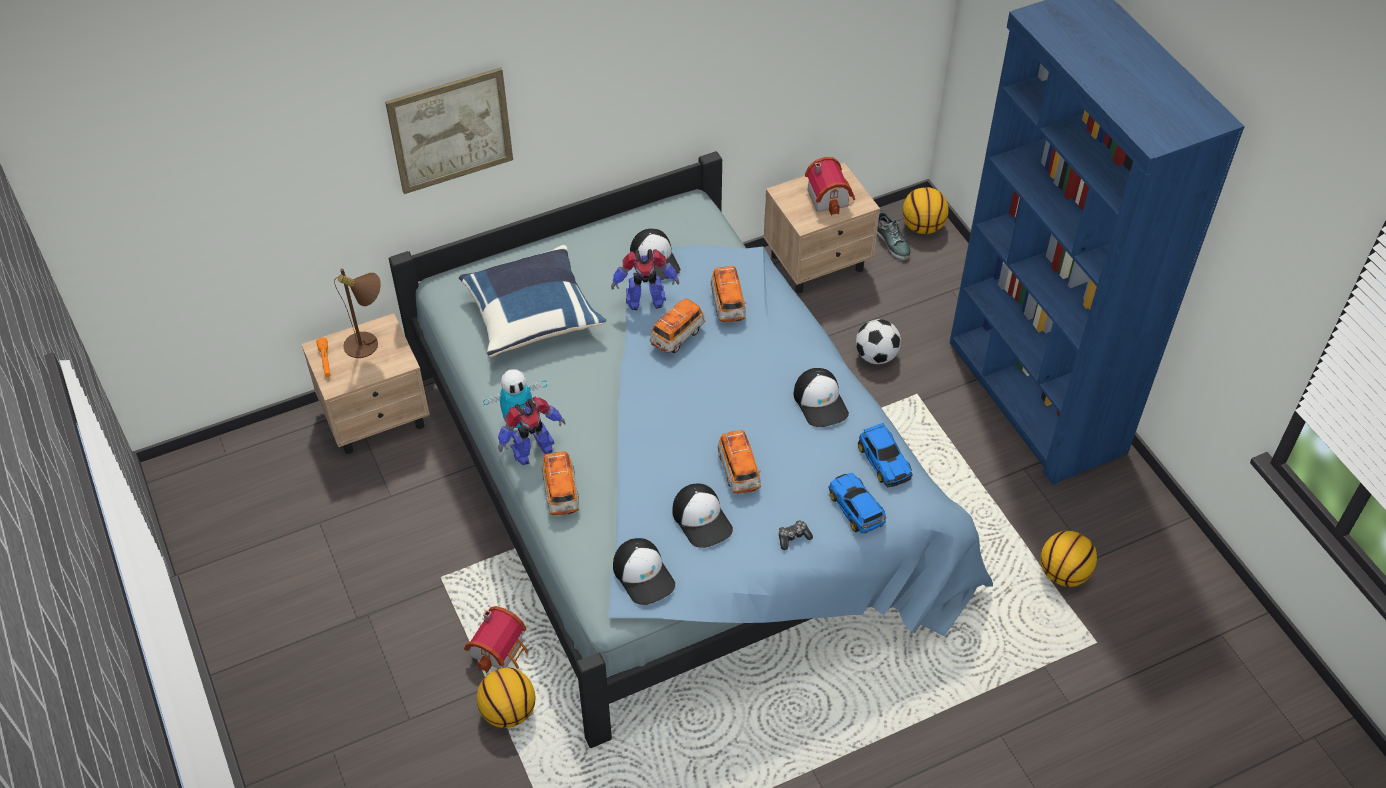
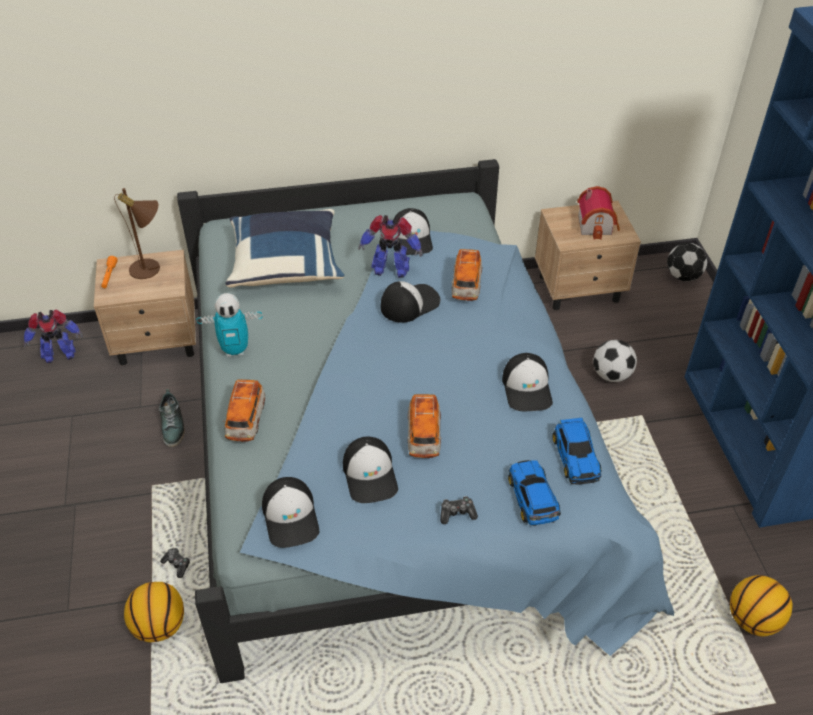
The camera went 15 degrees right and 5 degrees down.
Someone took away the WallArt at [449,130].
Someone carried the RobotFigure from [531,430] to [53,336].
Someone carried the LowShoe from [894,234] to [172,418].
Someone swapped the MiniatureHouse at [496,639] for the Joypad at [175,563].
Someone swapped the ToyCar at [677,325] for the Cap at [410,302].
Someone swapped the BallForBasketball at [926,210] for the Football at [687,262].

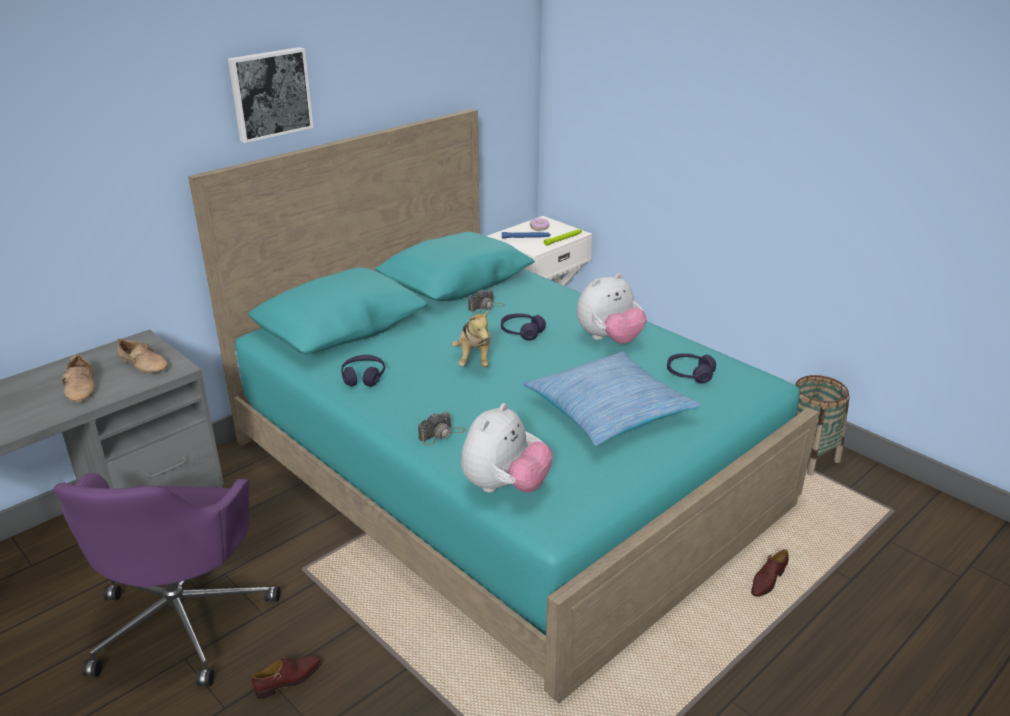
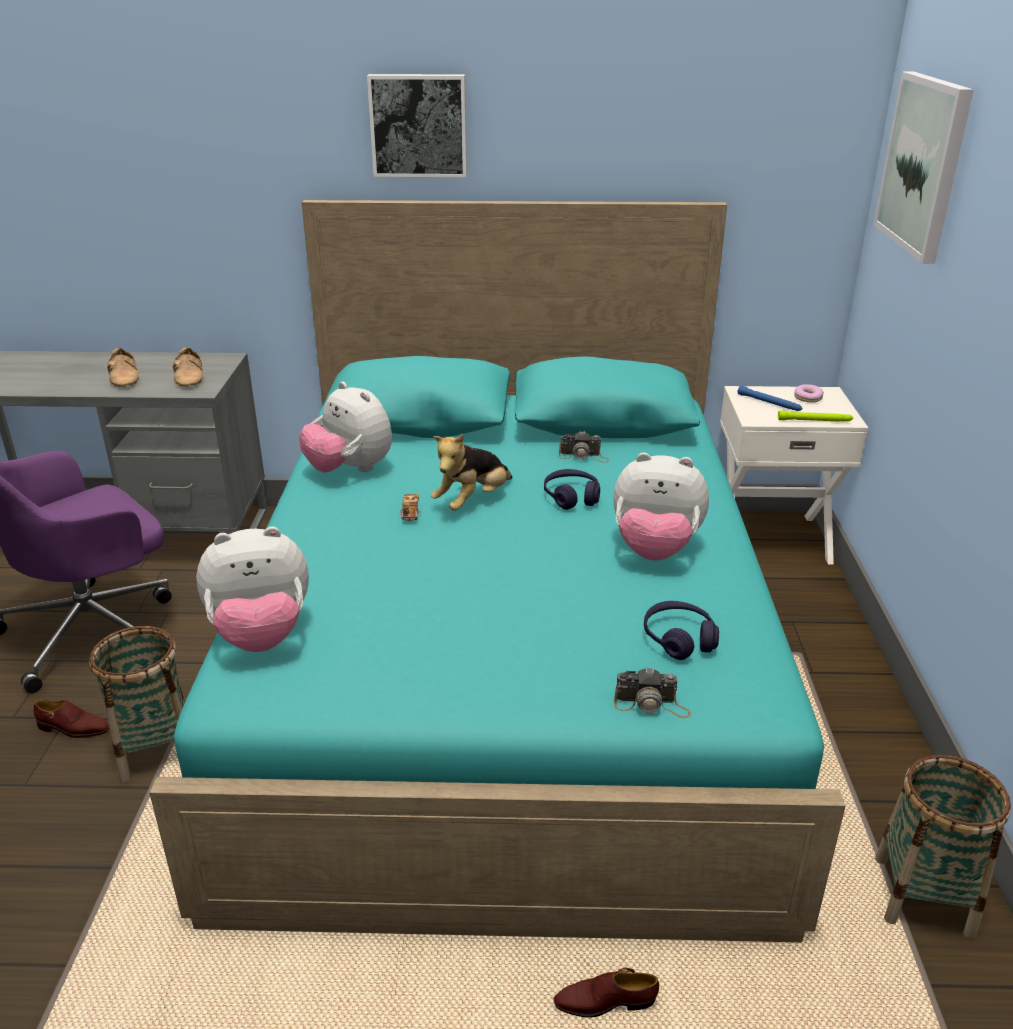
The camera went 45 degrees right and 0 degrees up.
Someone took away the Cushion at [612,398].
Someone put down the StorageBasket at [137,704].
Someone put down the ToyCar at [410,507].
Someone put up the WallArt at [924,168].
Someone carried the StillCamera from [441,428] to [652,692].
Someone swapped the PurplePairOfHeadphones at [363,371] for the SoftToy at [345,427].
Someone rotated the BeigeColouredLowShoe at [78,378] by 45 degrees counterclockwise.

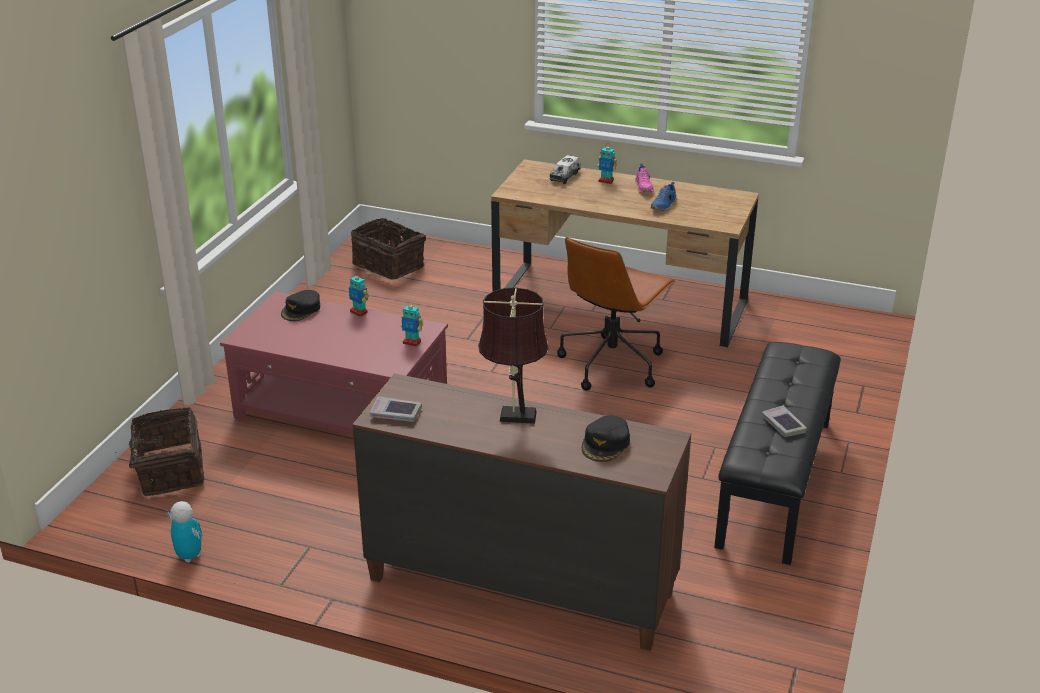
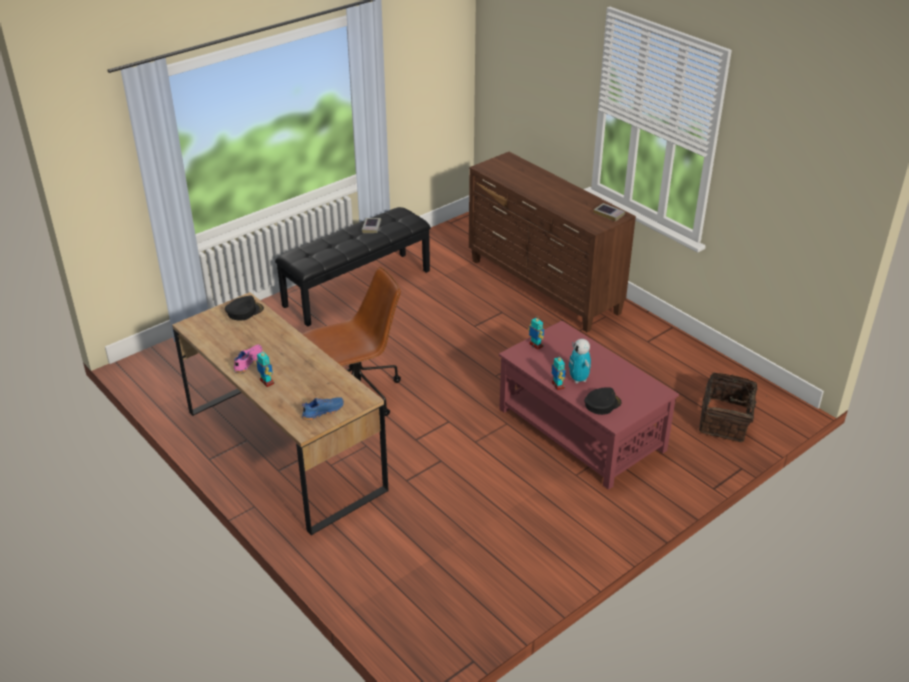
The camera went 150 degrees left and 5 degrees up.
Someone took away the StorageBasket at [388,249].
Someone took away the BrownishTabletopLamp at [513,355].
Someone took away the ToyLorry at [565,169].
Someone carried the RobotFigure from [183,532] to [580,361].
Someone carried the BlackishCap from [606,438] to [244,308].
Someone carried the BluishLowShoe from [663,196] to [323,409].

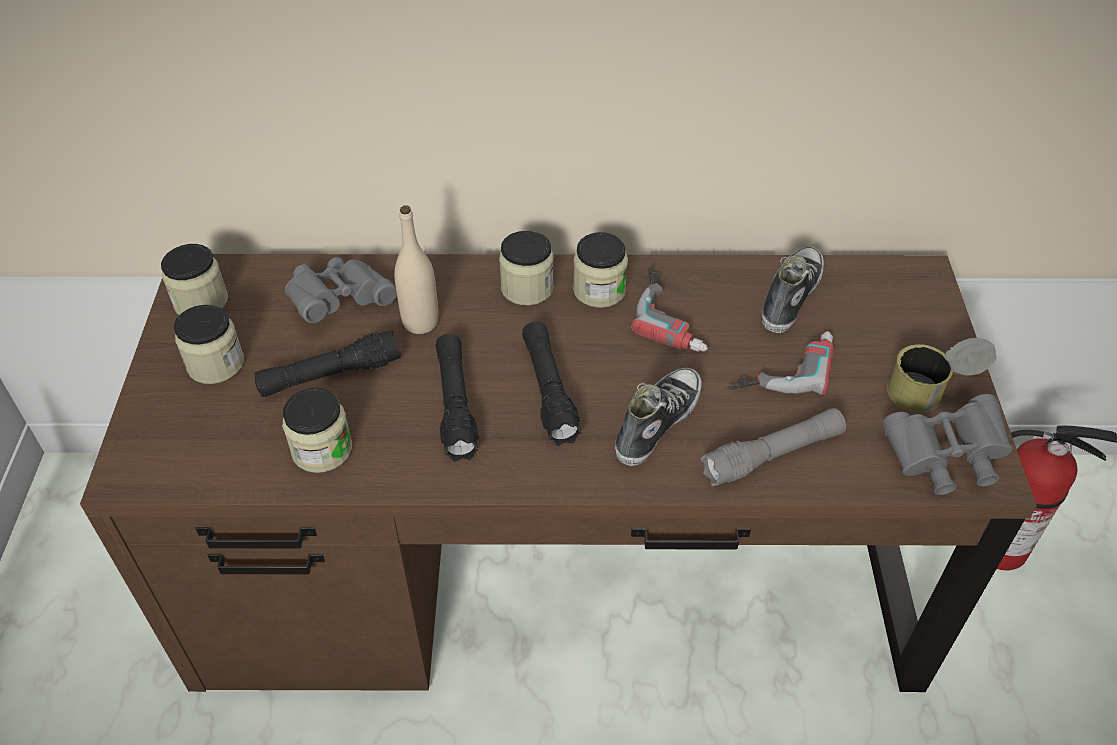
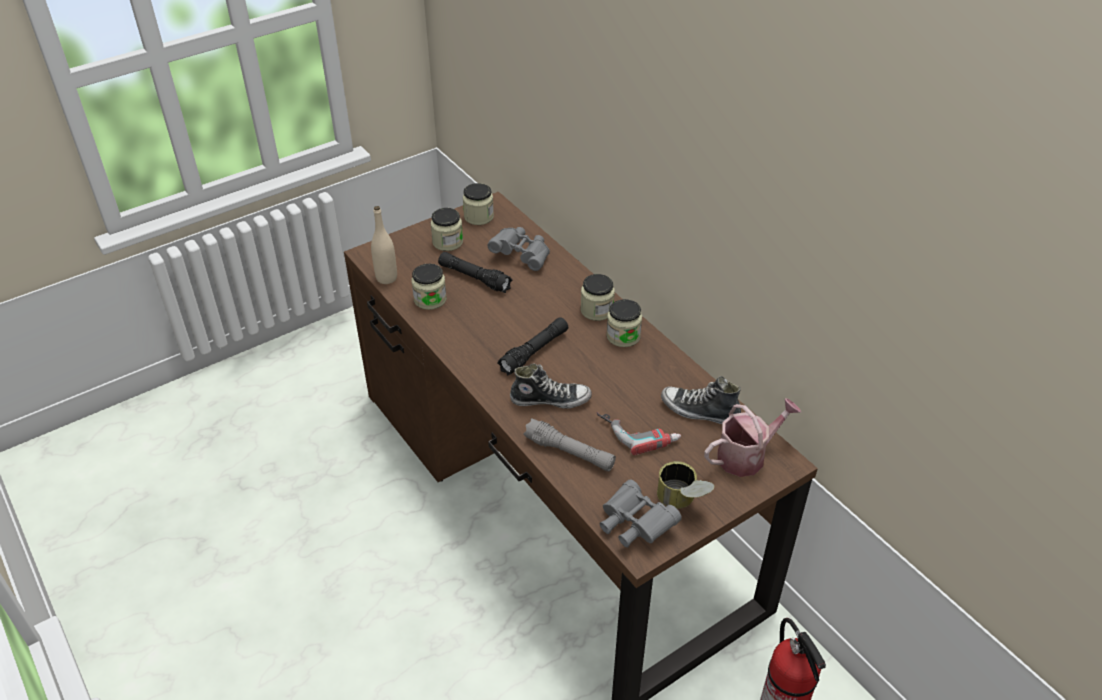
The camera went 55 degrees right and 5 degrees down.
Someone took away the BlackishTorch at [457,398].
Someone took away the PowerDrill at [669,309].
Someone put down the WateringCan at [752,437].
Someone carried the BeigeColouredBeverageBottle from [416,269] to [384,245].
Someone rotated the LowShoe at [793,290] by 150 degrees counterclockwise.

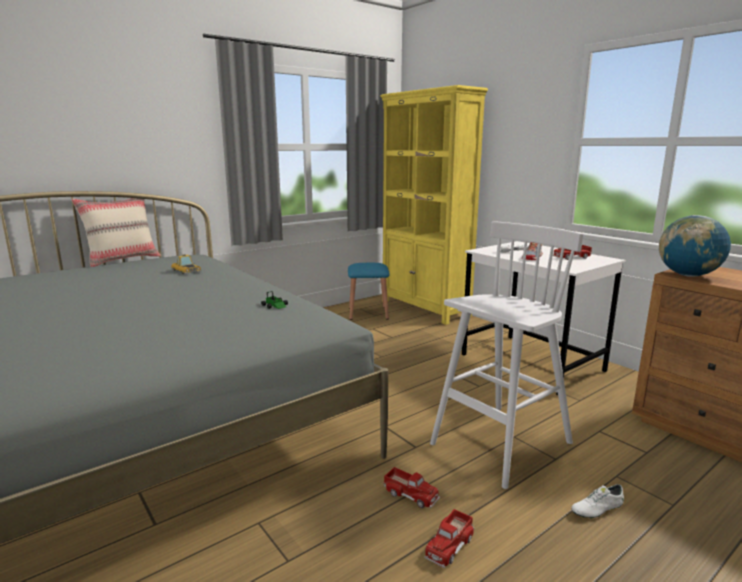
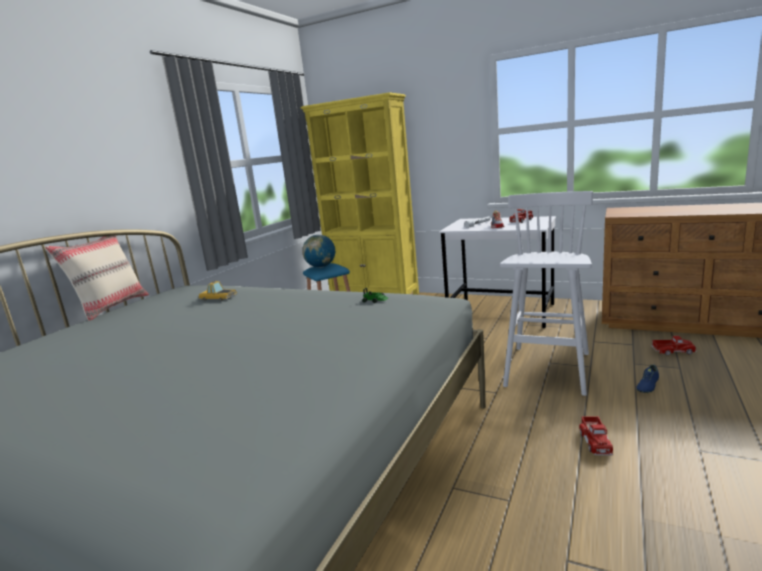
The camera went 25 degrees left and 0 degrees up.
Someone carried the ToyLorry from [411,487] to [674,345].
Someone carried the WorldGlobe from [695,246] to [318,251].
Someone repainted the WhiteLowShoe at [598,501], which became the BluishLowShoe at [647,379].

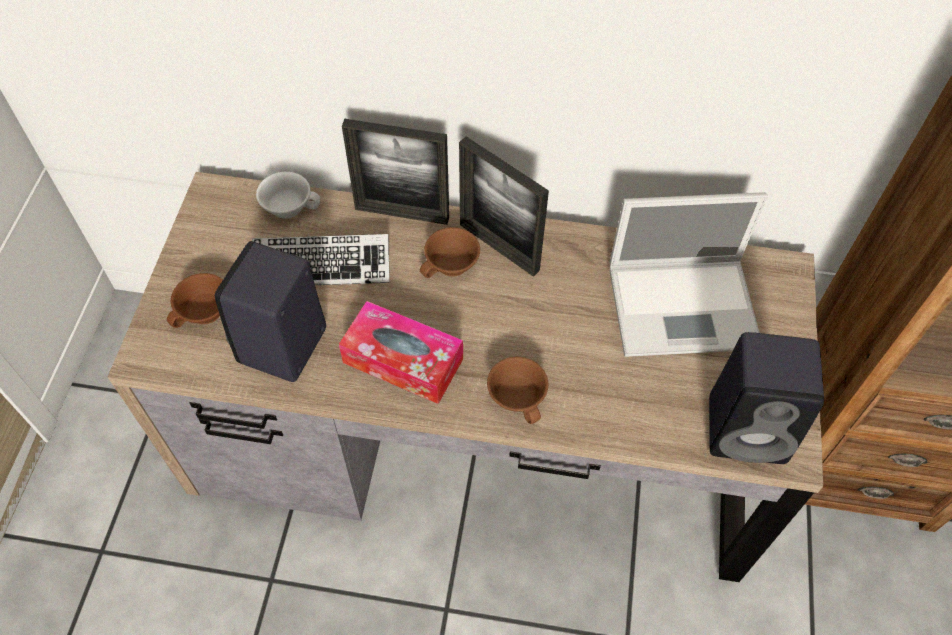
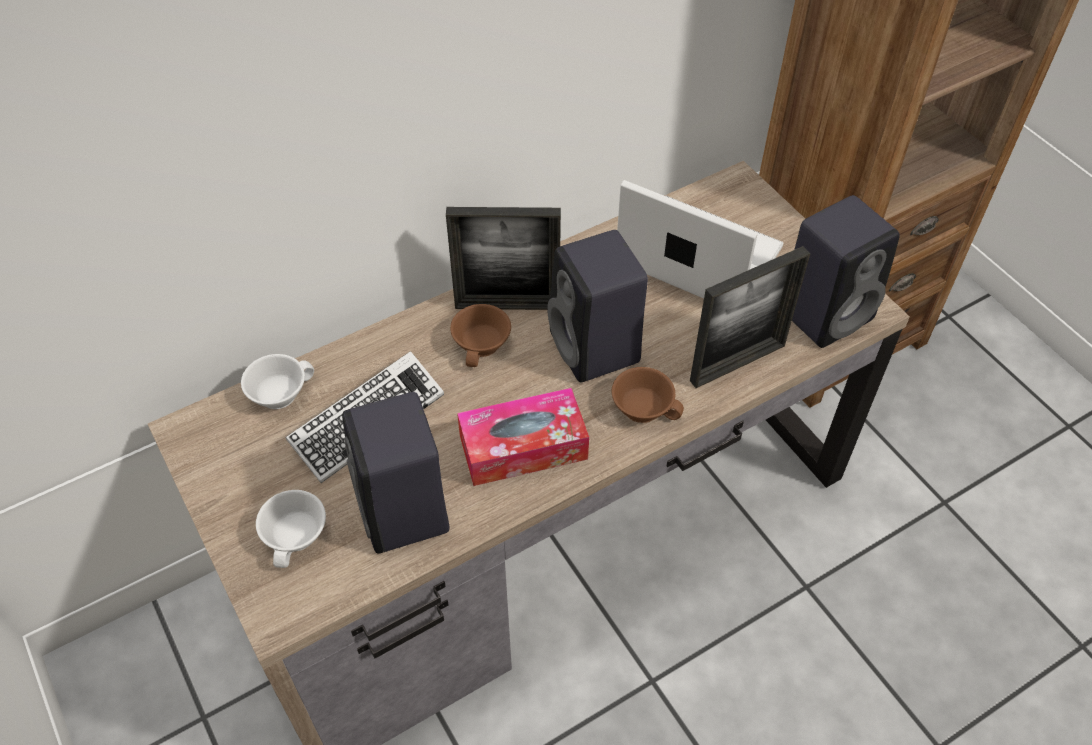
The camera went 40 degrees left and 5 degrees down.
Someone put down the BlackishAudioSpeaker at [597,306].
Someone carried the StandingFrame from [395,172] to [750,317].
Someone repainted the BrownishDrinkingCup at [195,300], which became the WhiteDrinkingCup at [291,529].
Someone rotated the NotebookComputer at [688,274] by 105 degrees counterclockwise.

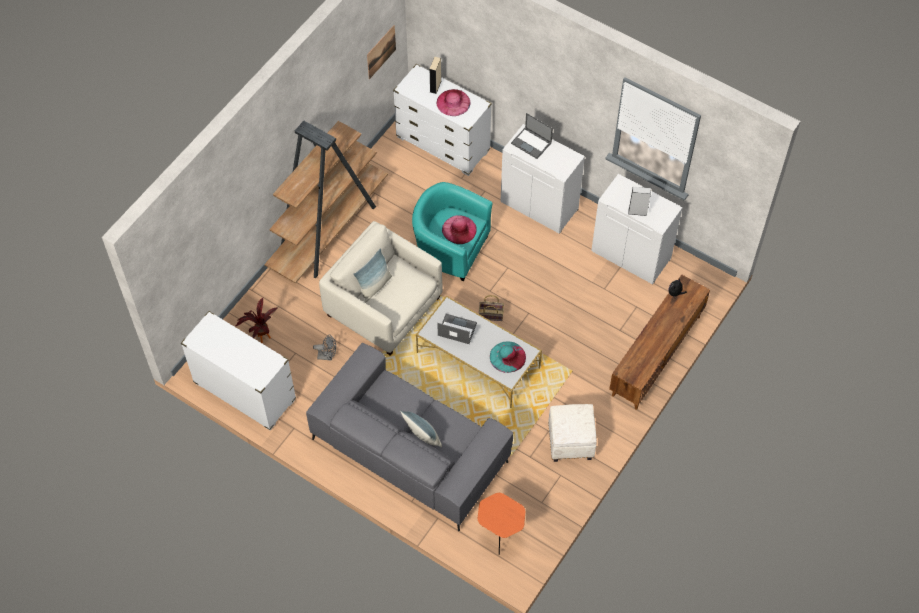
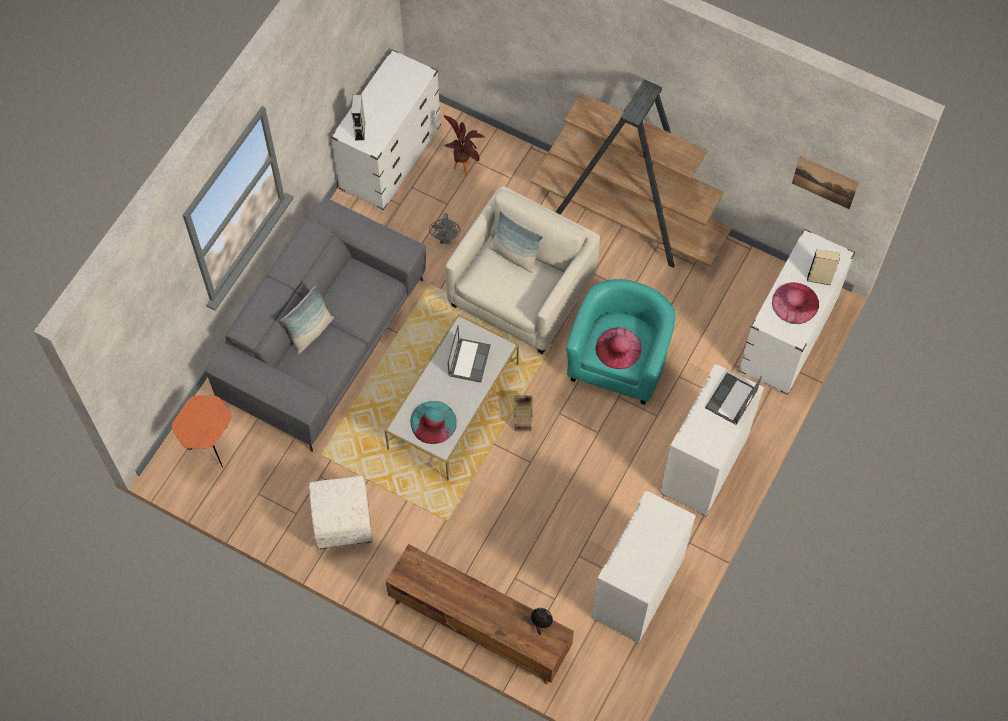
The camera went 85 degrees right and 5 degrees up.
Someone carried the GreyishAudioSpeaker from [639,201] to [358,117].

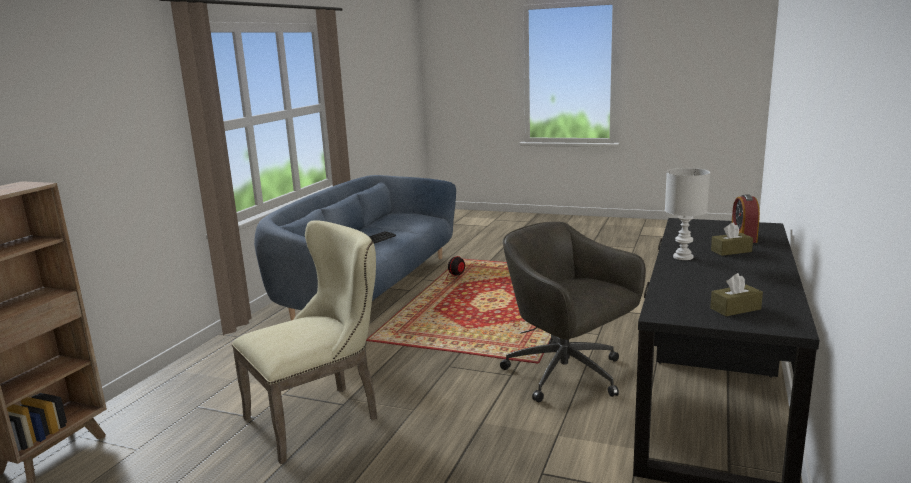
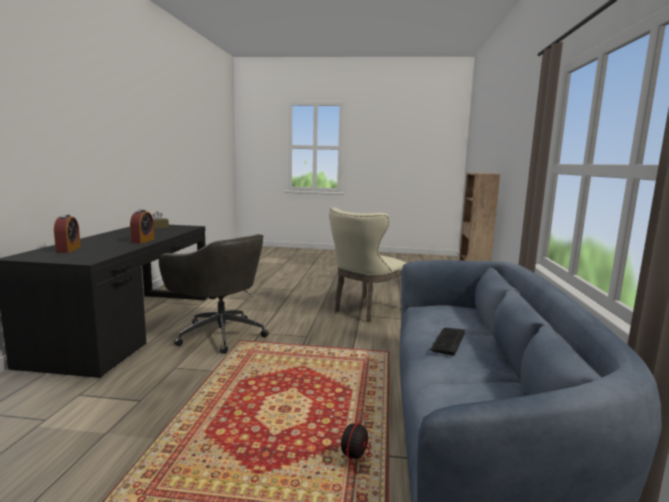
The camera went 165 degrees right and 5 degrees down.
Someone took away the BrownishTissueBox at [732,239].
Someone swapped the WhiteTabletopLamp at [687,214] for the BedsideClock at [142,227].

